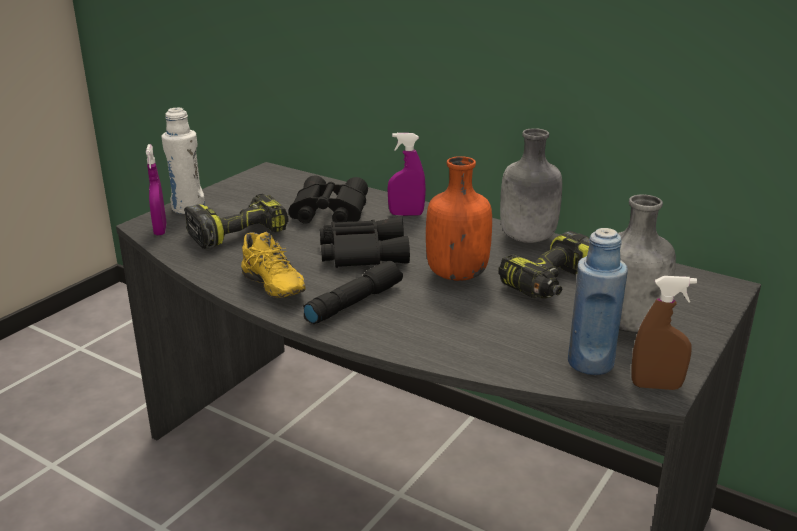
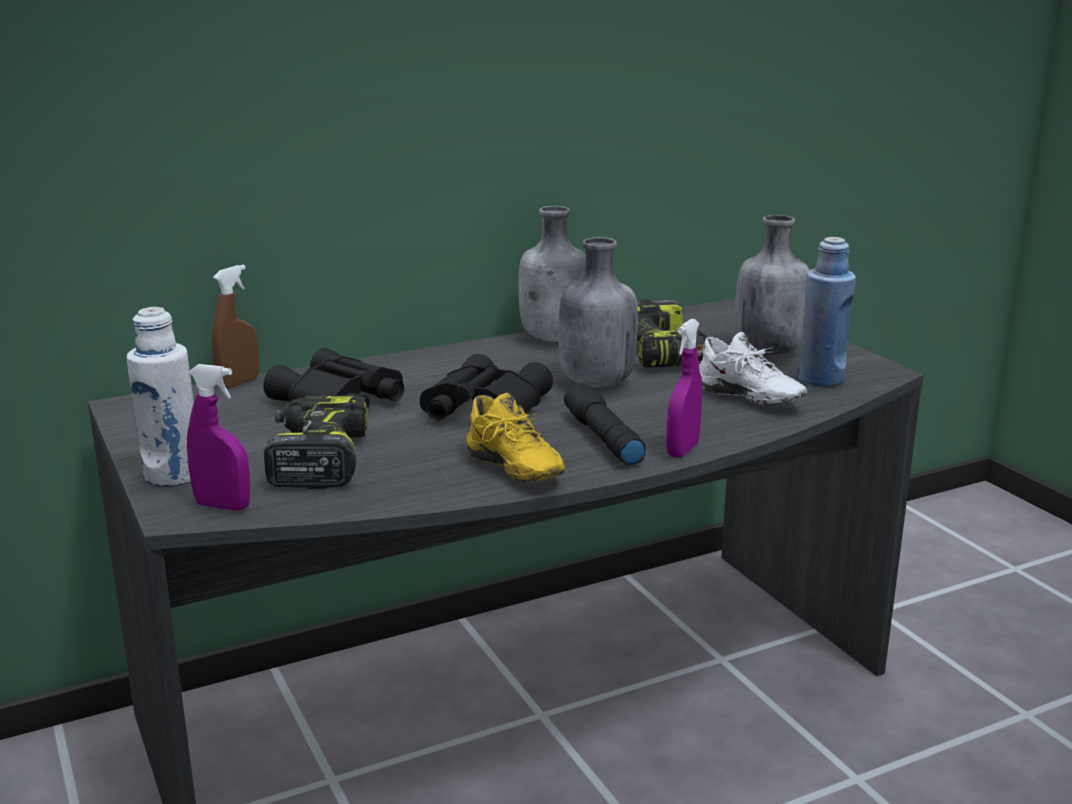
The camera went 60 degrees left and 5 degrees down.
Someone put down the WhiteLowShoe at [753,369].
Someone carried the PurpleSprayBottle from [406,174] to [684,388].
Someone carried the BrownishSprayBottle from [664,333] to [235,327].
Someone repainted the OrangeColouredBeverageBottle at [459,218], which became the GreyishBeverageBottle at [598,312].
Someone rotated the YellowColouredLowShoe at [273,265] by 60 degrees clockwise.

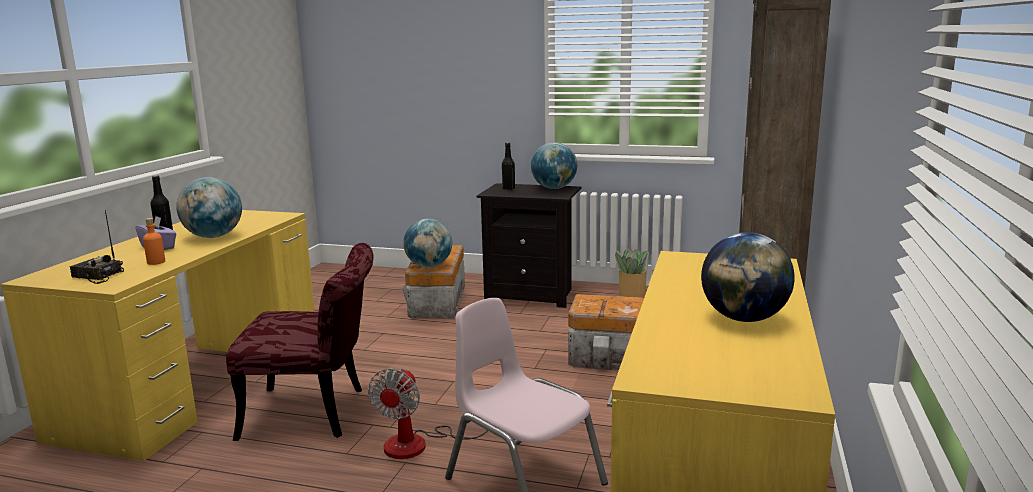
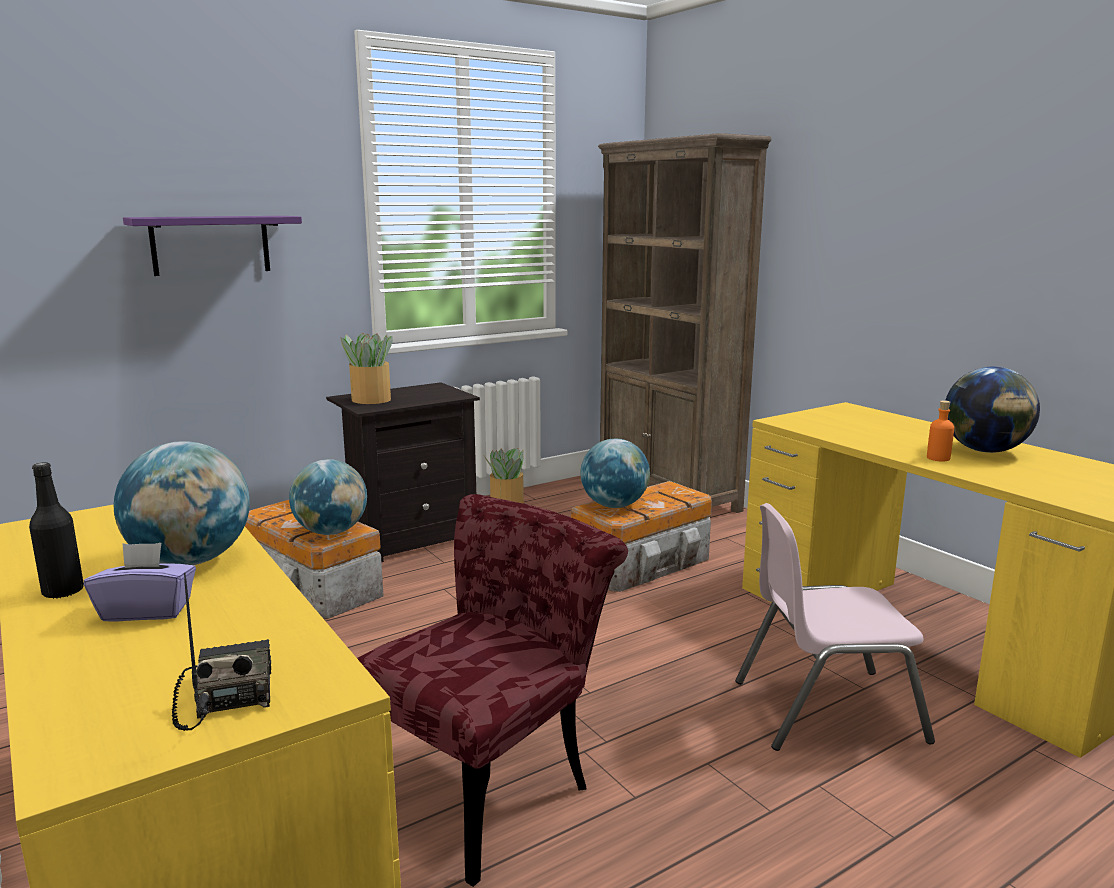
The camera went 50 degrees left and 0 degrees up.
Someone took away the ElectricFan at [428,413].
Someone put up the PurpleBracketShelf at [212,246].
Someone carried the OrangeColouredBeverageBottle from [154,241] to [940,430].
Someone carried the WorldGlobe from [554,165] to [615,473].
Someone swapped the BlackishBeverageBottle at [508,166] for the PottedPlant at [366,368].
Someone rotated the RadioReceiver at [97,247] by 105 degrees clockwise.

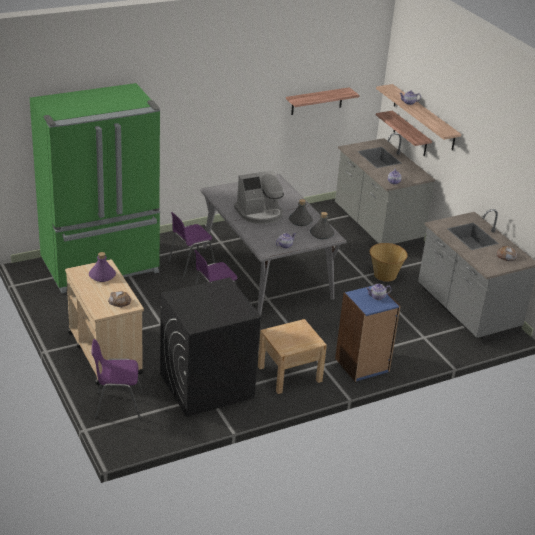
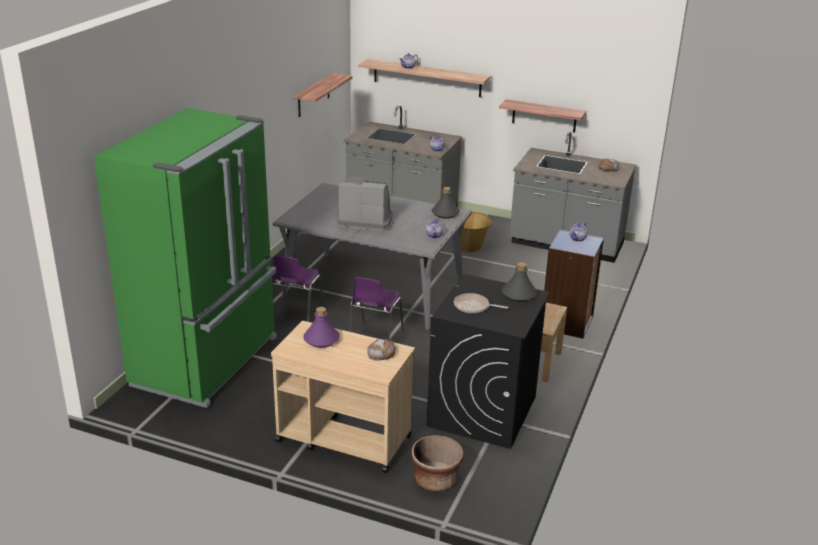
The camera went 40 degrees left and 5 degrees down.
Someone put down the Skillet at [481,303].
Someone carried the GreyishBeverageBottle from [301,212] to [519,282].
Someone carried the BracketShelf from [404,133] to [542,115].
Someone swapped the PurplePlainChair at [117,379] for the BrownishPlantPot at [437,463].
Someone rotated the CoffeeMachine at [259,197] by 105 degrees counterclockwise.

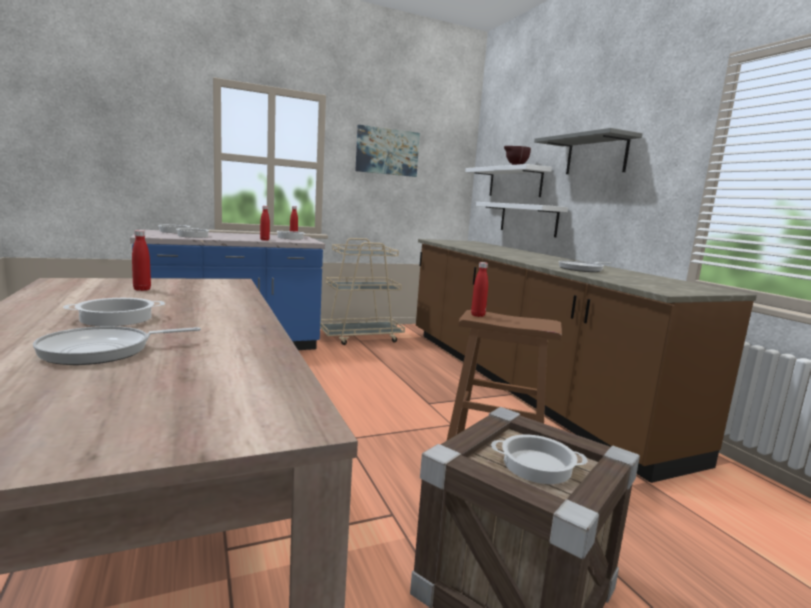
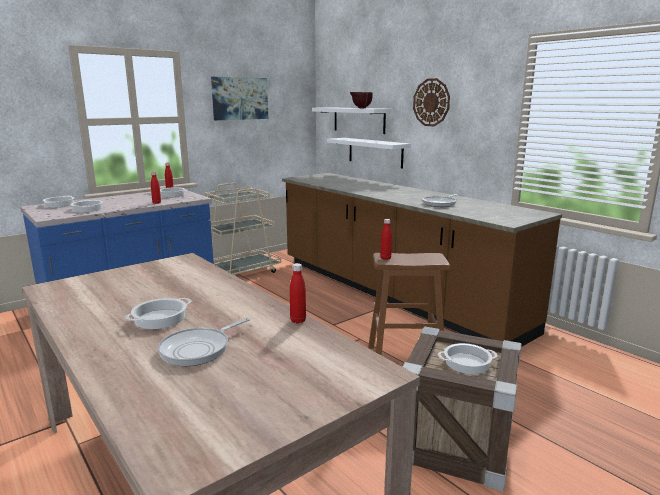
The camera went 15 degrees left and 5 degrees up.
Someone carried the RedColouredBeverageBottle from [141,260] to [298,293].
Someone swapped the GreyishBracketShelf at [588,151] for the HangingClock at [431,102].

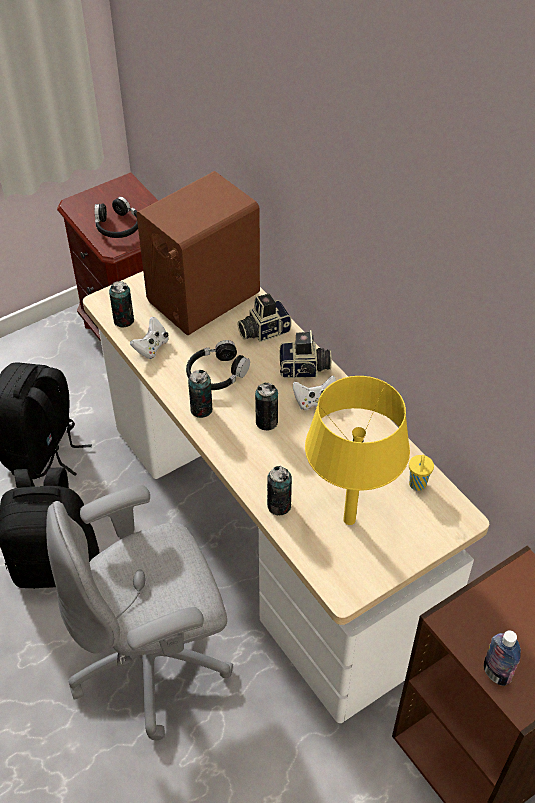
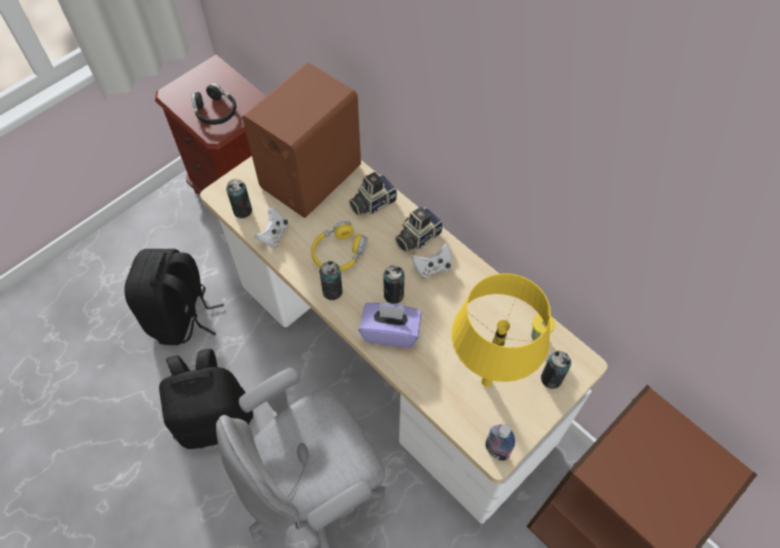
The camera went 10 degrees left and 10 degrees up.
Someone put down the PurpleTissueBox at [390,325].
Someone carried the Can from [279,490] to [556,370].
Someone carried the BeverageBottle from [502,658] to [500,442].
Someone repainted the BlackishPairOfHeadphones at [218,365], which became the YellowColouredPairOfHeadphones at [339,246].
Someone rotated the StillCamera at [306,354] by 150 degrees clockwise.

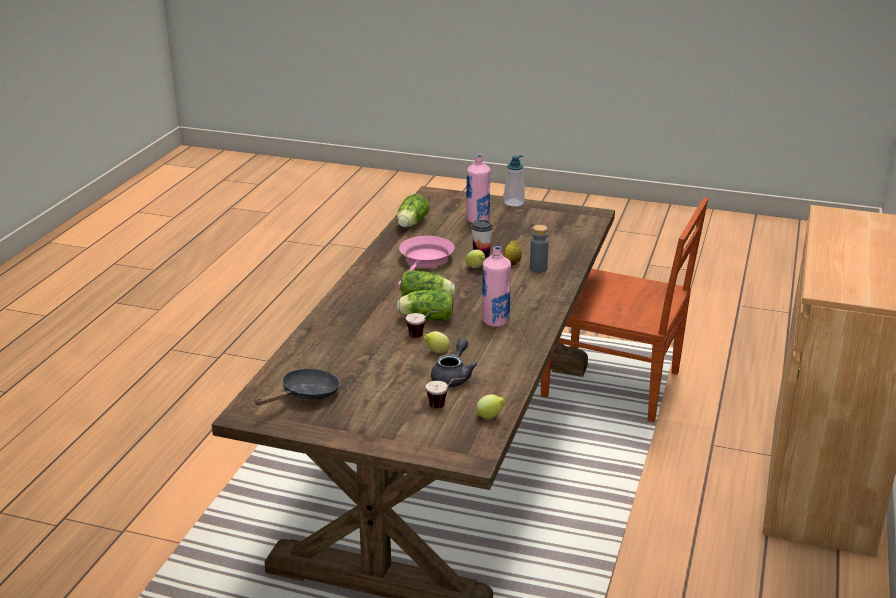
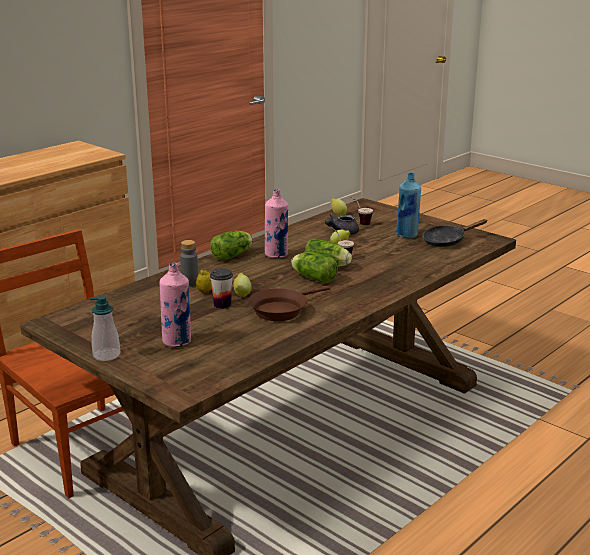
The camera went 155 degrees left and 5 degrees down.
Someone put down the BluishBeverageBottle at [408,205].
Someone carried the LettuceHead from [413,210] to [231,246].
Someone repainted the PinkColouredSkillet at [426,261], which became the BrownishSkillet at [289,303].

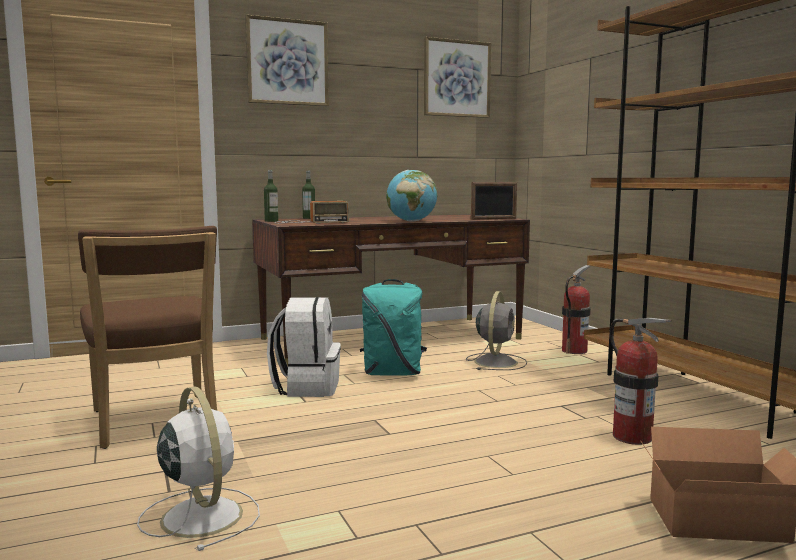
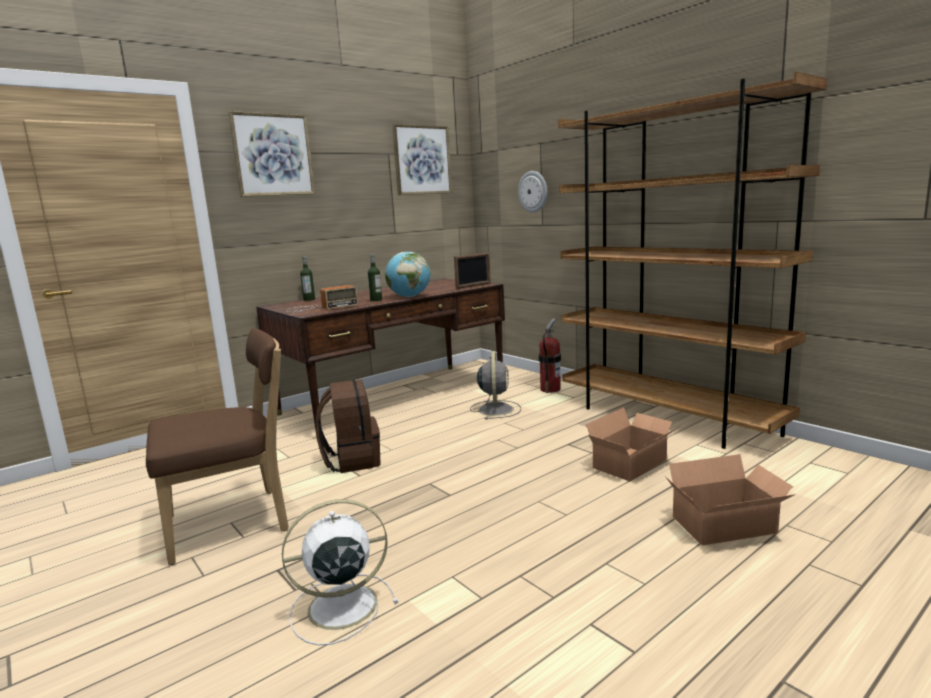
The camera went 15 degrees left and 5 degrees up.
Someone took away the BlueGreenKnapsack at [393,327].
Someone put up the HangingClock at [532,192].
Someone carried the BeverageBottle from [271,196] to [375,277].
Someone swapped the FireExtinguisher at [641,381] for the Carton at [632,444].
Someone repainted the WhiteKnapsack at [304,347], which became the BrownishKnapsack at [348,426].
Someone rotated the BrownishPlainChair at [147,337] by 75 degrees counterclockwise.
Someone rotated the WhiteElectricFan at [198,468] by 60 degrees counterclockwise.

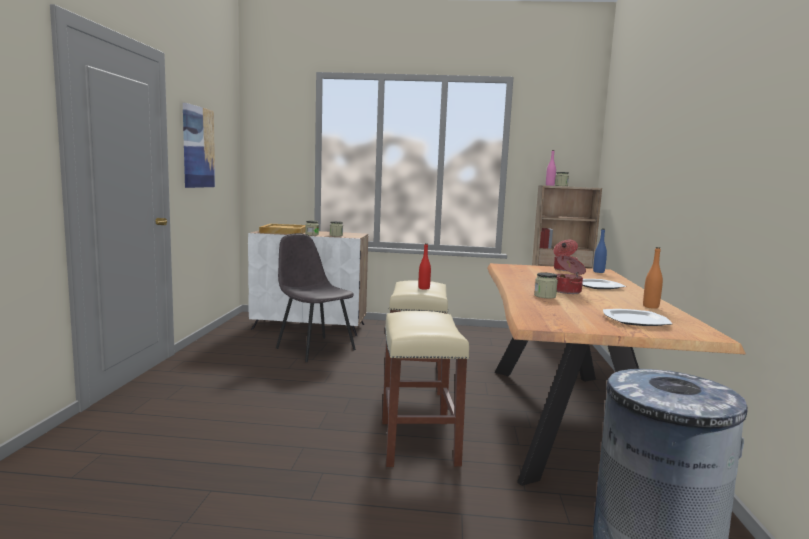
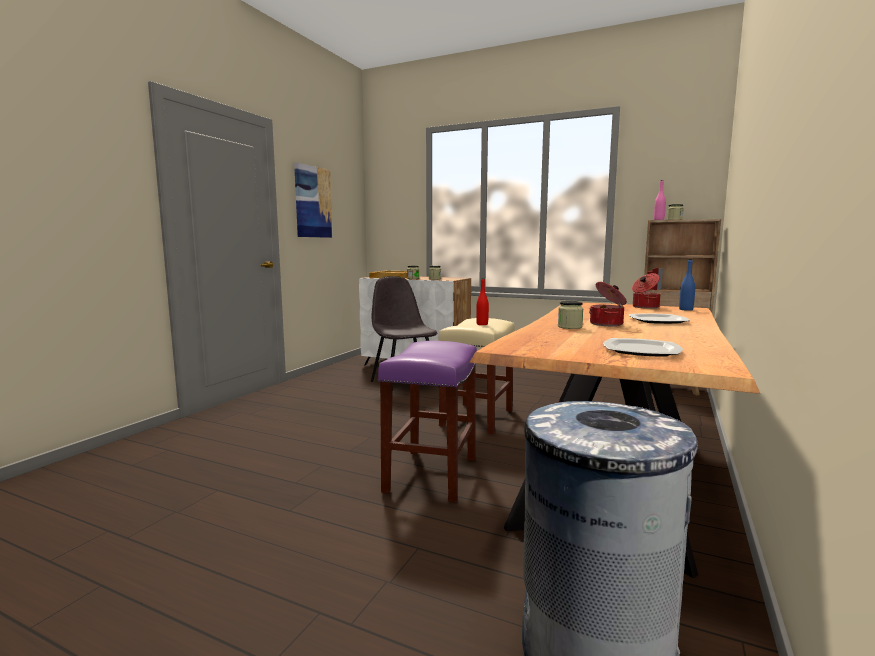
The camera went 20 degrees right and 0 degrees up.
Someone took away the OrangeColouredBeverageBottle at [653,278].
Someone repainted the BeigeColouredStoolSeat at [426,389], which became the PurpleStoolSeat at [427,422].

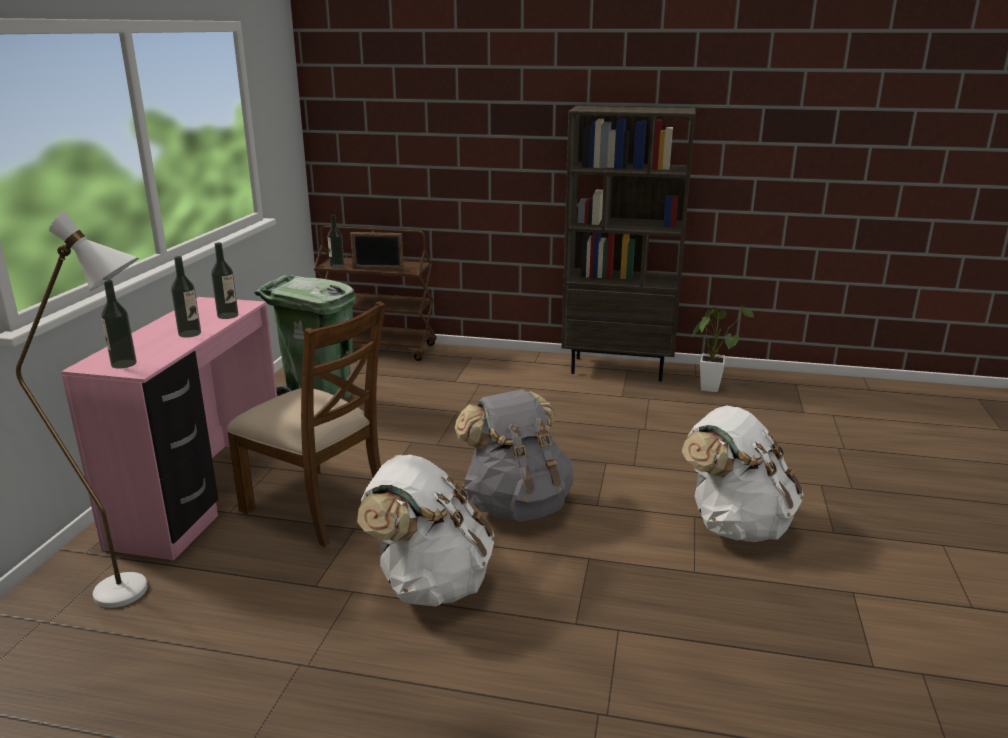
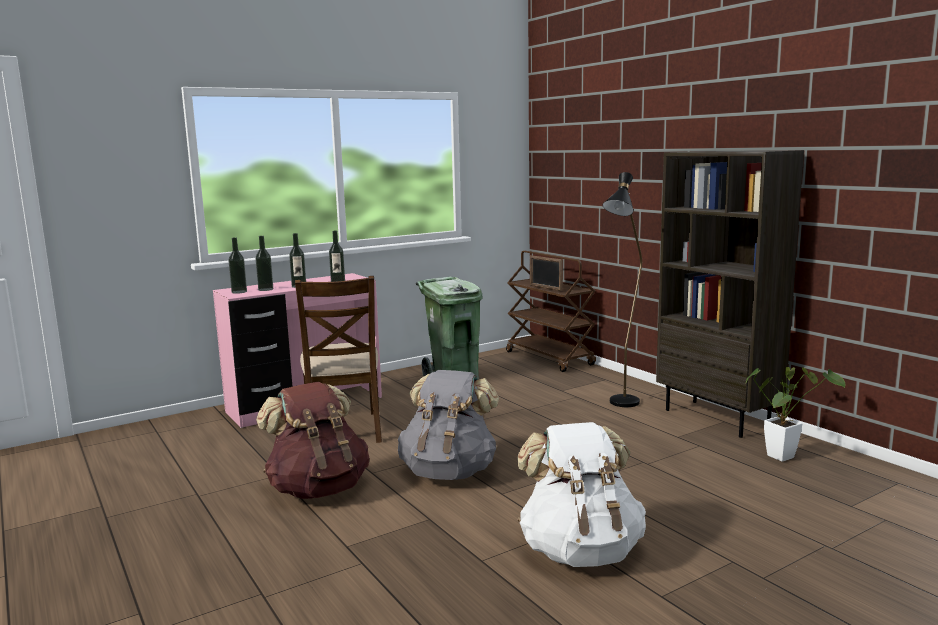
The camera went 45 degrees right and 10 degrees down.
Someone took away the WhiteFloorLamp at [82,409].
Someone put down the BlackishFloorLamp at [622,289].
Someone carried the BeverageBottle from [336,241] to [264,263].
Someone repainted the WhiteKnapsack at [426,530], which became the BrownishKnapsack at [313,440].

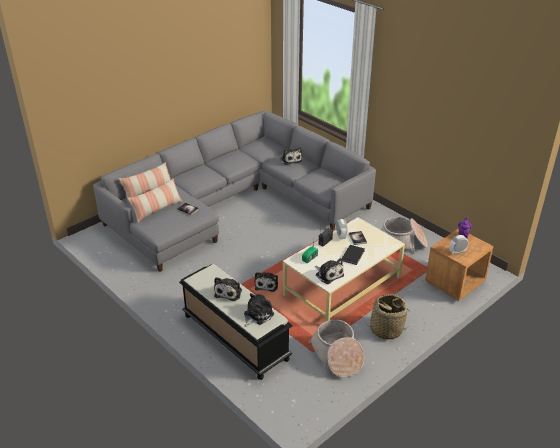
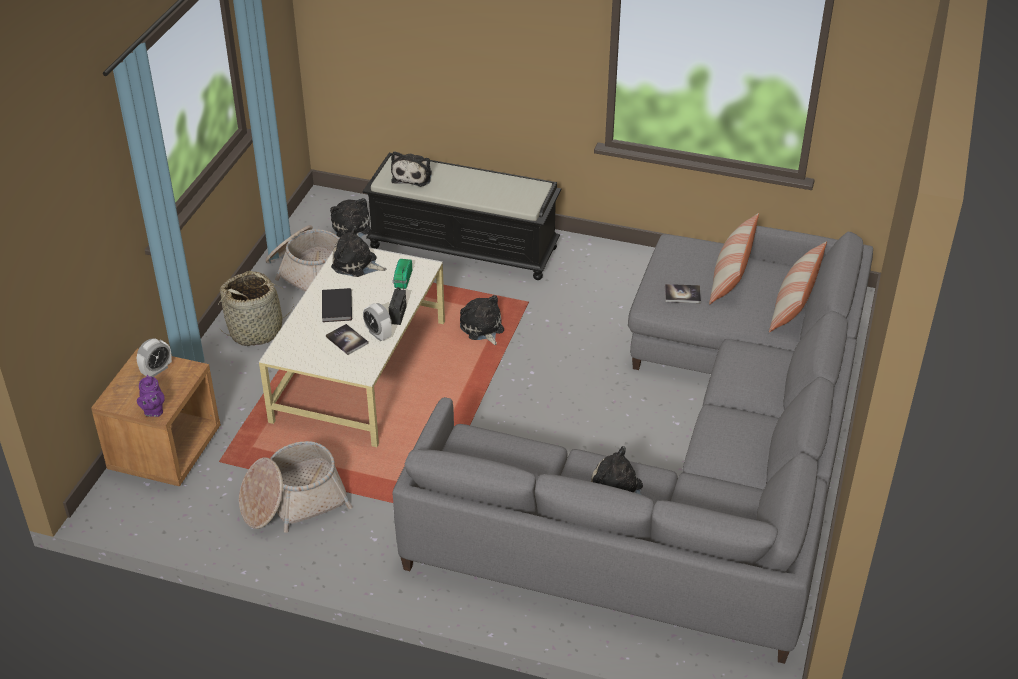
The camera went 150 degrees right and 5 degrees up.
Someone carried the SoftToy from [228,289] to [350,218].

